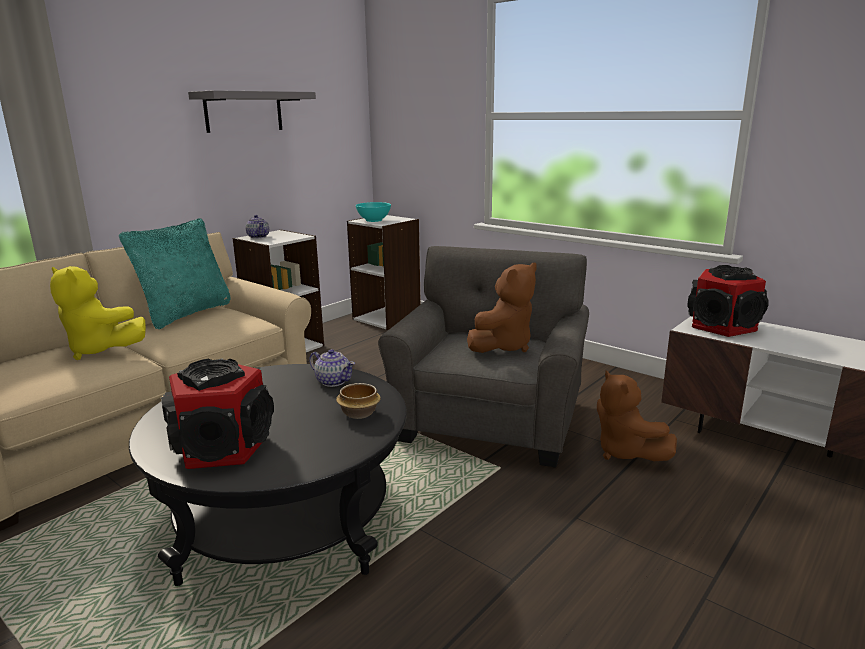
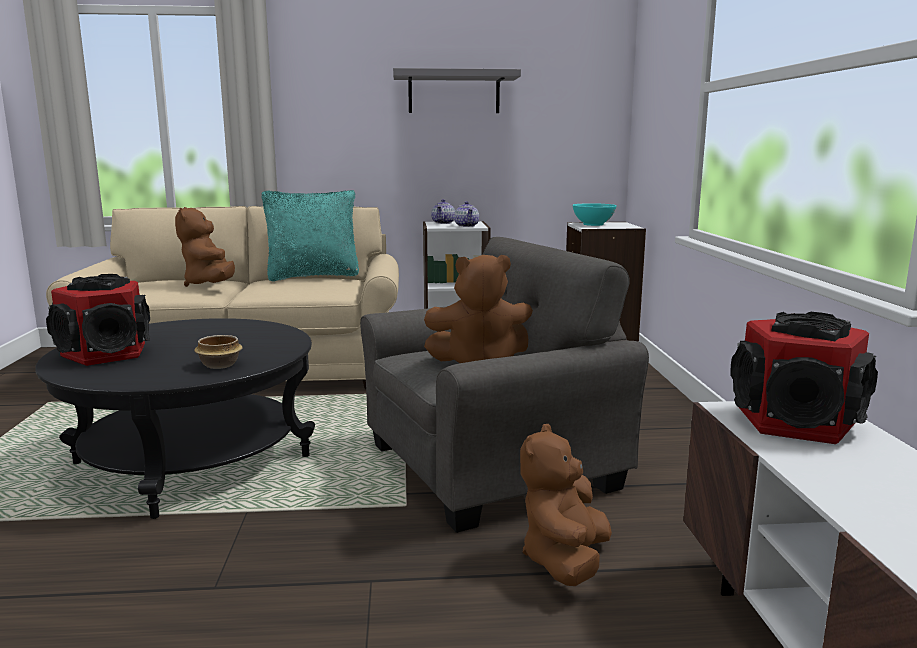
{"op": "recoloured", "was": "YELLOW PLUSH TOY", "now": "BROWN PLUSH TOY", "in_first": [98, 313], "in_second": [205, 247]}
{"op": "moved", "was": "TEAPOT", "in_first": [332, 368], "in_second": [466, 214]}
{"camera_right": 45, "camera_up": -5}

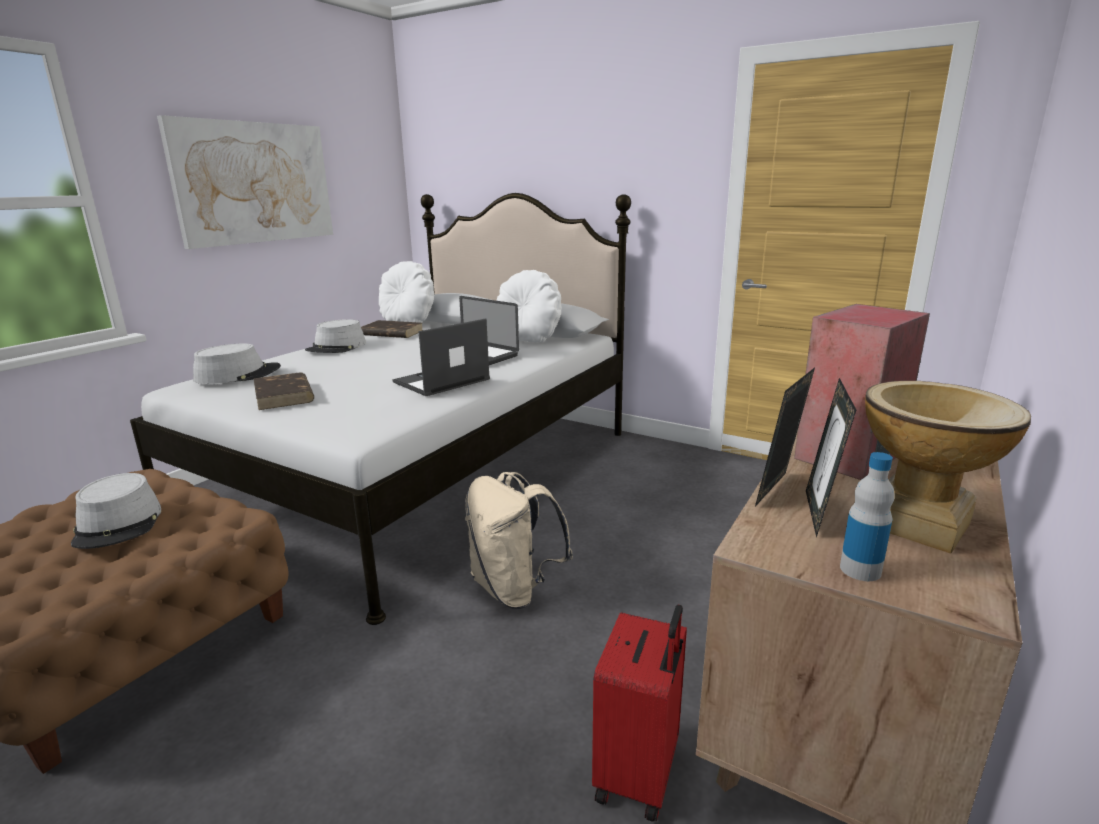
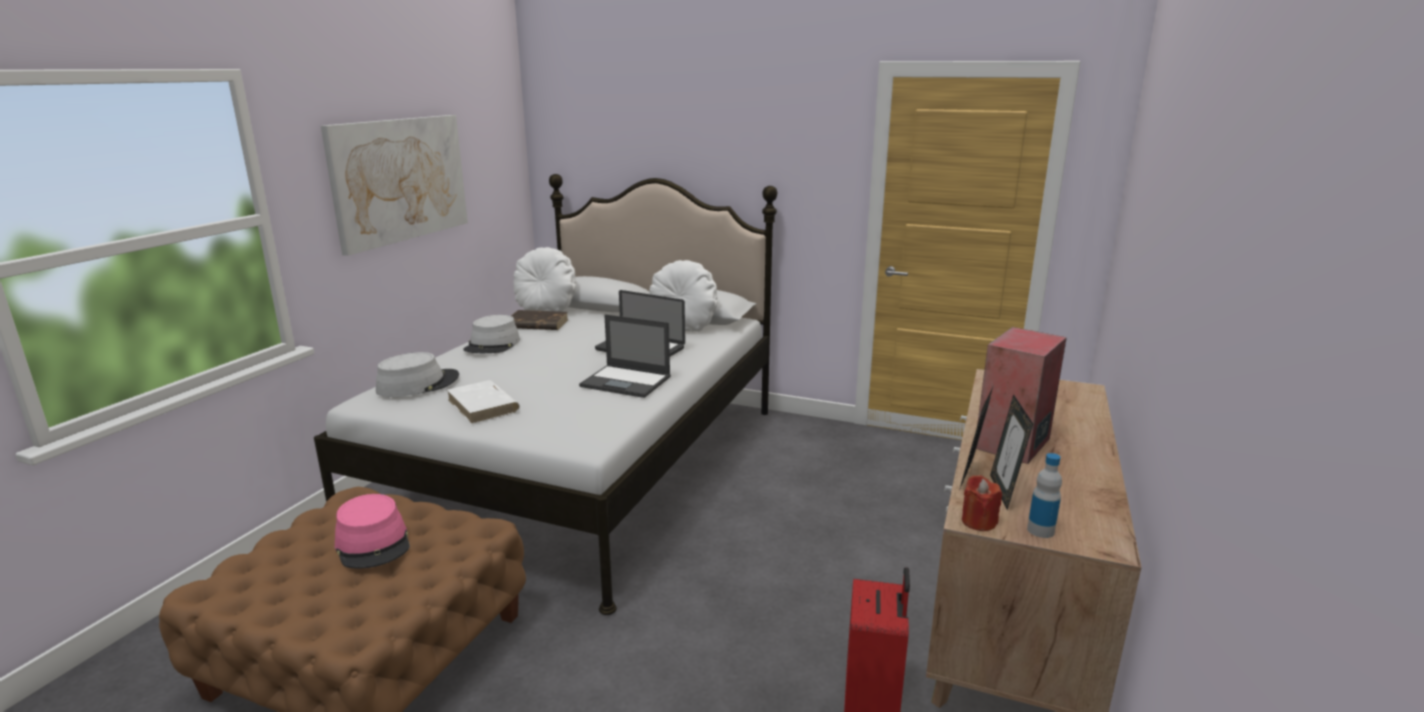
{"op": "recoloured", "was": "GREY HAT", "now": "PINK HAT", "in_first": [116, 511], "in_second": [372, 531]}
{"op": "recoloured", "was": "BROWN BOOK", "now": "WHITE BOOK", "in_first": [284, 391], "in_second": [483, 402]}
{"op": "turned", "was": "LAPTOP", "in_first": [441, 357], "in_second": [625, 356], "clockwise": -105}
{"op": "removed", "was": "BEIGE BACKPACK", "in_first": [519, 540]}
{"op": "removed", "was": "VASE", "in_first": [948, 467]}
{"op": "added", "now": "RED CANDLE", "in_second": [982, 503]}
{"camera_right": -10, "camera_up": 0}

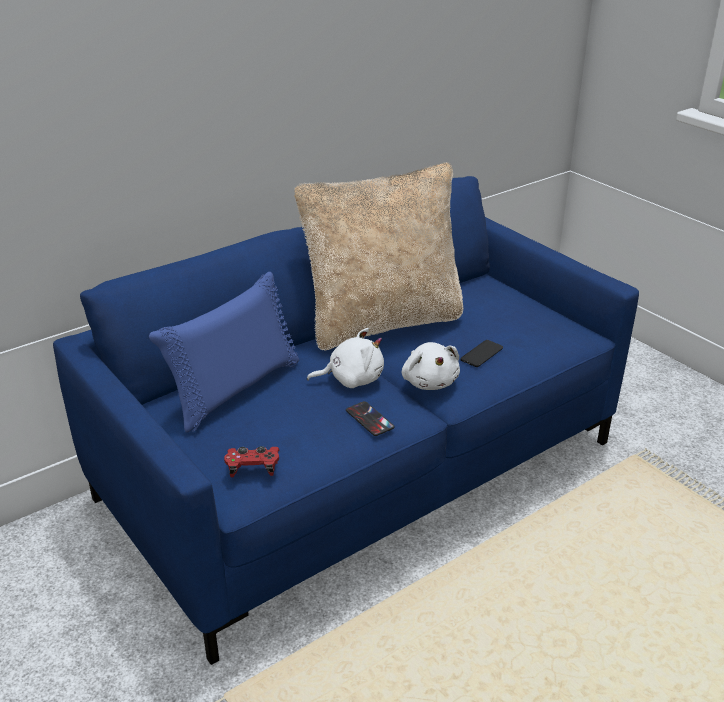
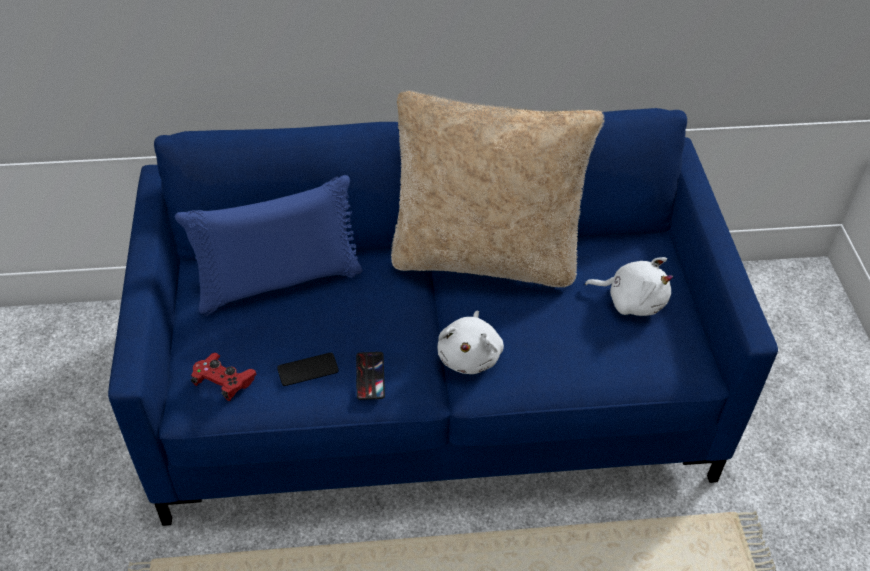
{"op": "moved", "was": "WHITE PLUSH TOY", "in_first": [345, 358], "in_second": [629, 286]}
{"op": "moved", "was": "PHONE", "in_first": [482, 353], "in_second": [308, 369]}
{"camera_right": 30, "camera_up": 15}

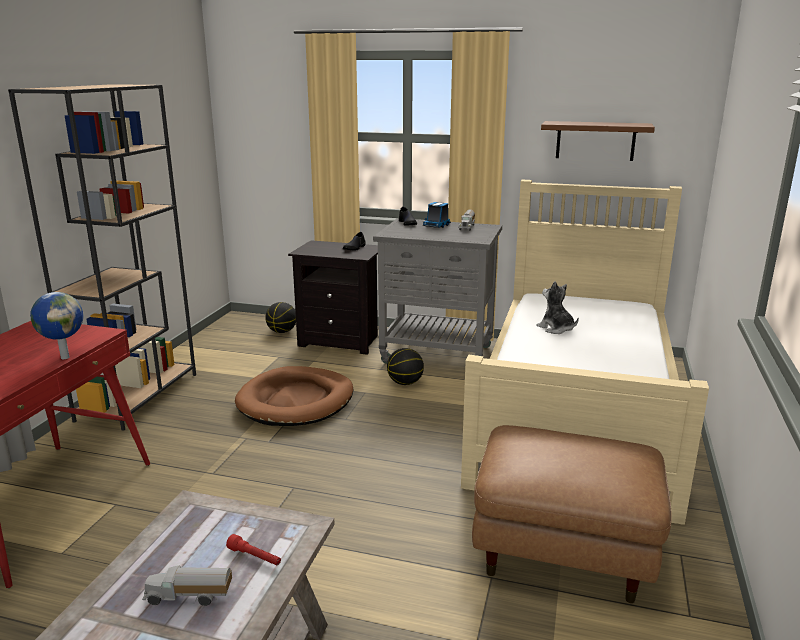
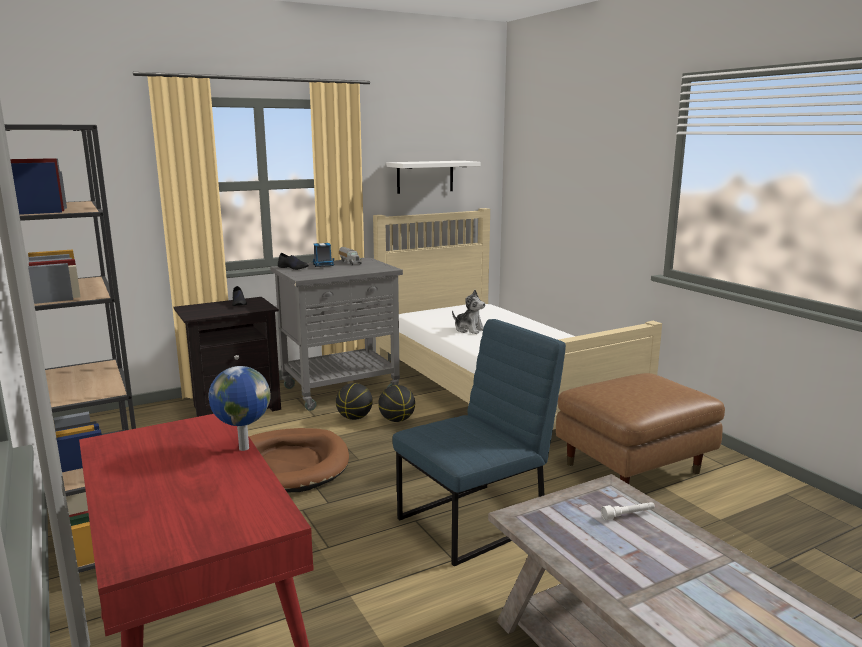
{"op": "removed", "was": "TOY TRUCK", "in_first": [187, 585]}
{"op": "recoloured", "was": "RED FLASHLIGHT", "now": "WHITE FLASHLIGHT", "in_first": [253, 550], "in_second": [628, 511]}
{"op": "moved", "was": "BASKETBALL", "in_first": [280, 317], "in_second": [396, 403]}
{"op": "turned", "was": "PLUSH TOY", "in_first": [557, 307], "in_second": [468, 312], "clockwise": -150}
{"op": "recoloured", "was": "BROWN SHELF", "now": "WHITE SHELF", "in_first": [598, 141], "in_second": [433, 177]}
{"op": "added", "now": "BLUE CHAIR", "in_second": [479, 443]}
{"camera_right": -45, "camera_up": -5}

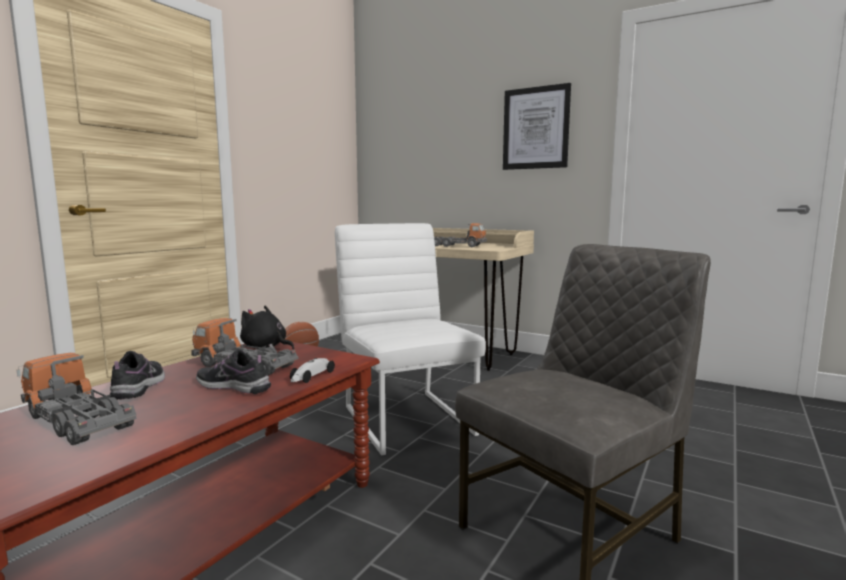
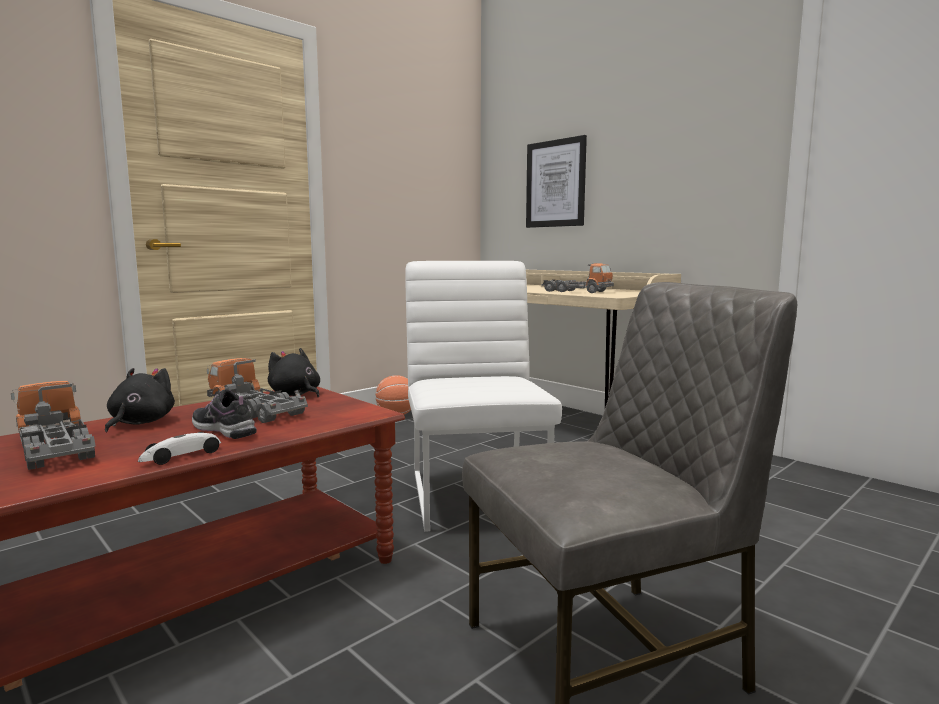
{"op": "replaced", "was": "SHOE", "now": "BLACK PLUSH TOY", "in_first": [137, 375], "in_second": [140, 400]}
{"op": "moved", "was": "TOY CAR", "in_first": [312, 370], "in_second": [179, 448]}
{"op": "moved", "was": "PICTURE", "in_first": [537, 126], "in_second": [556, 181]}
{"camera_right": 15, "camera_up": 0}

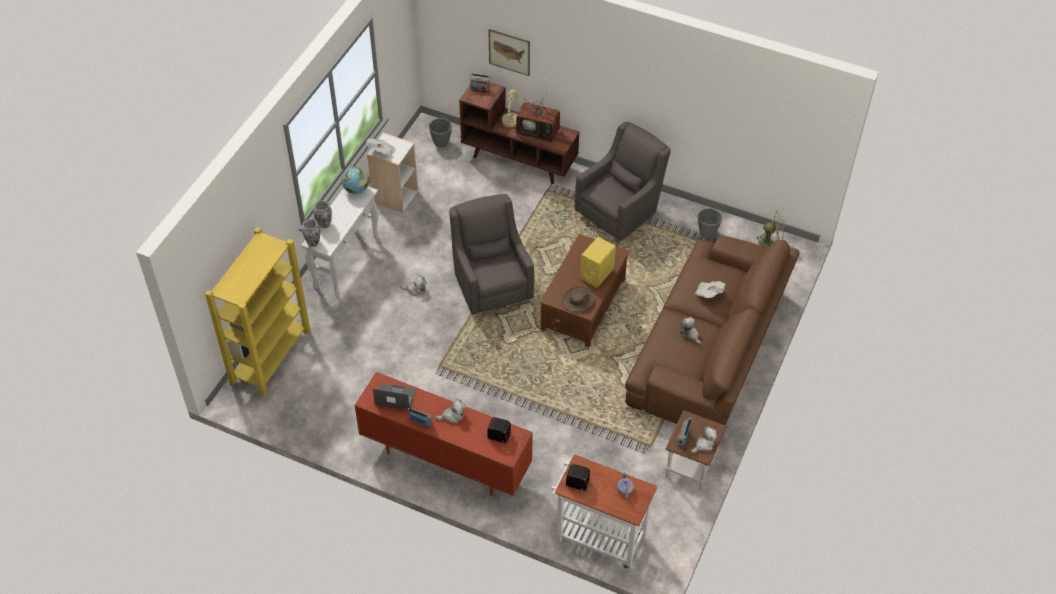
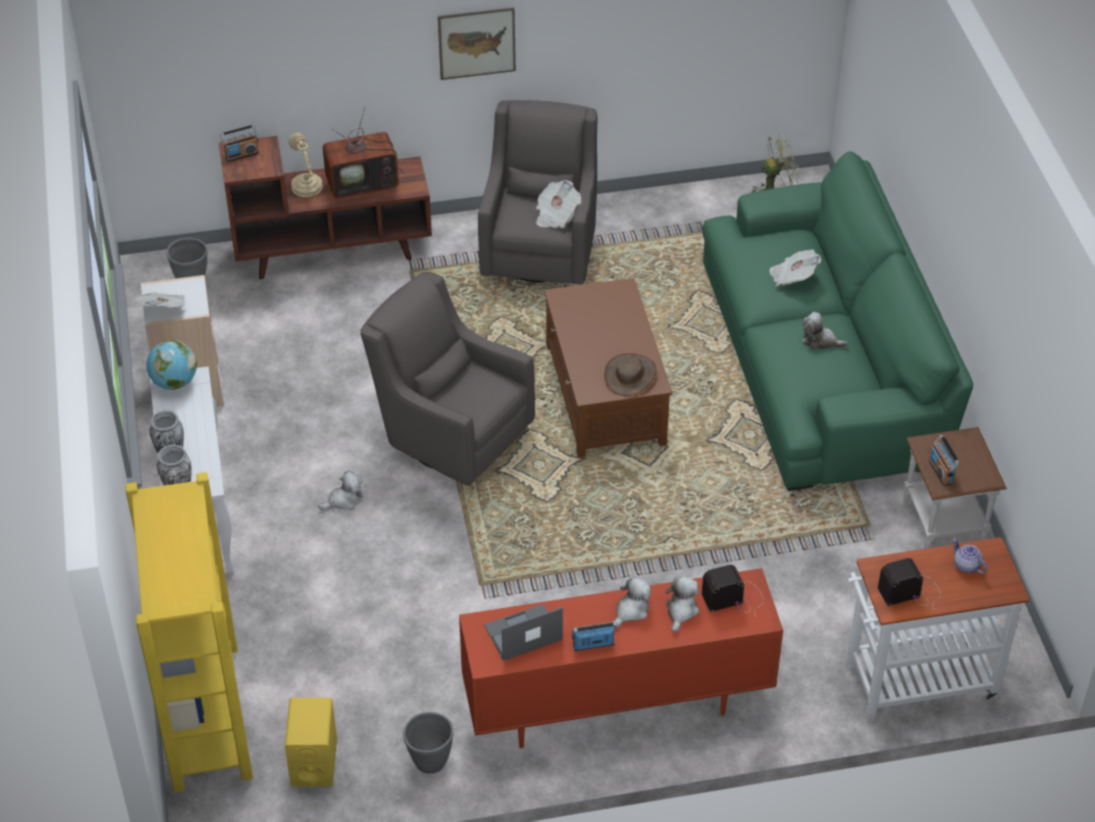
{"op": "moved", "was": "PICTURE", "in_first": [509, 52], "in_second": [477, 43]}
{"op": "moved", "was": "YELLOW SPEAKER", "in_first": [598, 262], "in_second": [311, 743]}
{"op": "recoloured", "was": "BROWN SOFA", "now": "GREEN SOFA", "in_first": [712, 330], "in_second": [837, 321]}
{"op": "moved", "was": "PLUSH TOY", "in_first": [704, 439], "in_second": [682, 604]}
{"op": "moved", "was": "GREY PLANTER", "in_first": [710, 223], "in_second": [428, 743]}
{"op": "added", "now": "NEWSPAPER", "in_second": [558, 204]}
{"camera_right": -35, "camera_up": -5}

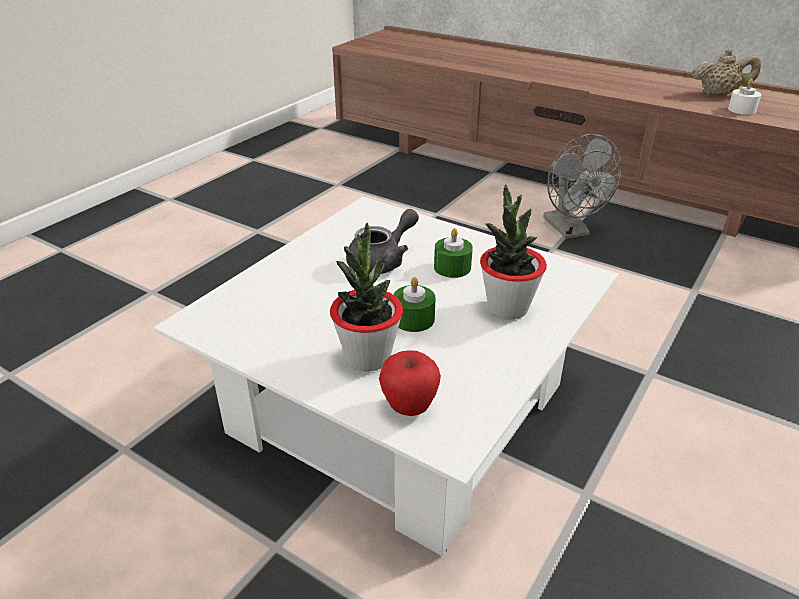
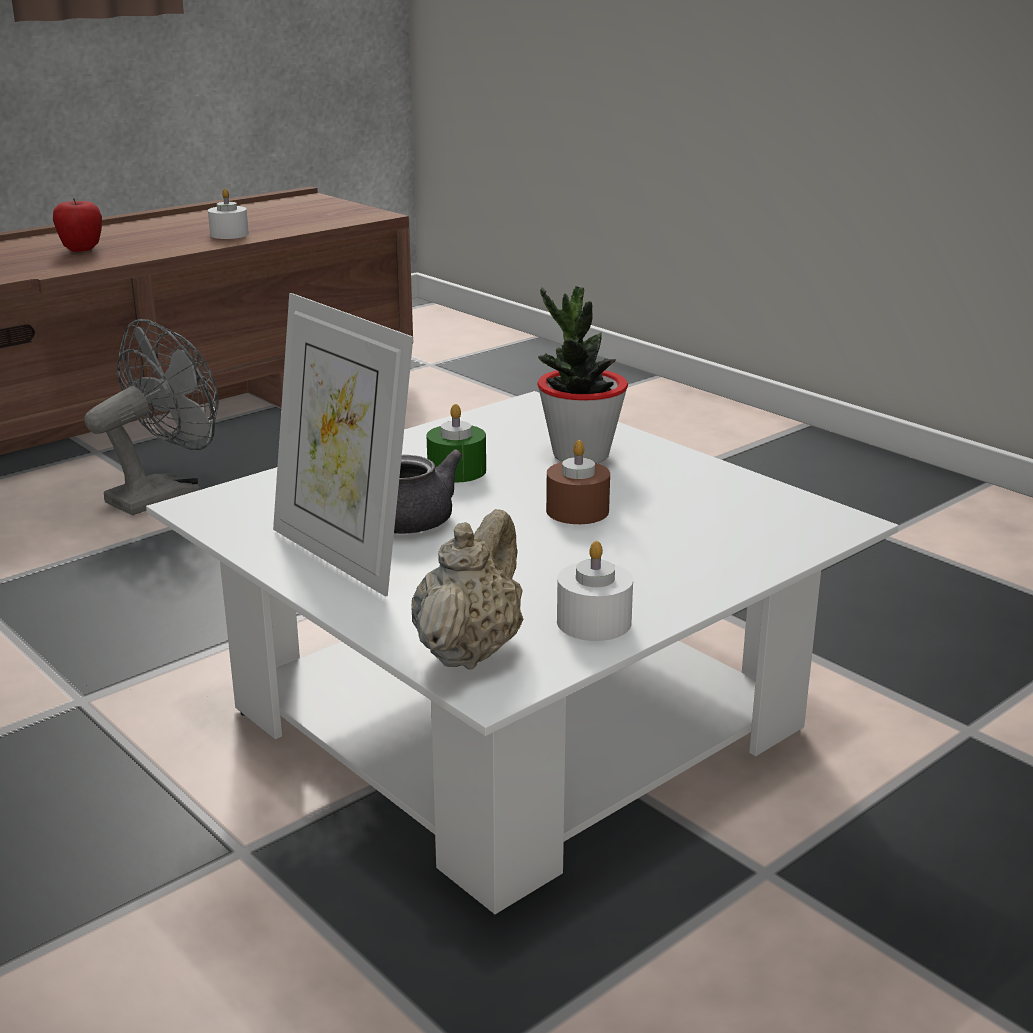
{"op": "removed", "was": "POTTED PLANT", "in_first": [366, 297]}
{"op": "moved", "was": "APPLE", "in_first": [410, 383], "in_second": [77, 225]}
{"op": "recoloured", "was": "GREEN CANDLE", "now": "BROWN CANDLE", "in_first": [414, 304], "in_second": [578, 482]}
{"op": "turned", "was": "GREY FAN", "in_first": [582, 186], "in_second": [151, 417], "clockwise": -45}
{"op": "moved", "was": "BEIGE TEAPOT", "in_first": [726, 72], "in_second": [467, 589]}
{"op": "added", "now": "PICTURE FRAME", "in_second": [343, 445]}
{"op": "added", "now": "WHITE CANDLE", "in_second": [595, 591]}
{"camera_right": -75, "camera_up": -10}

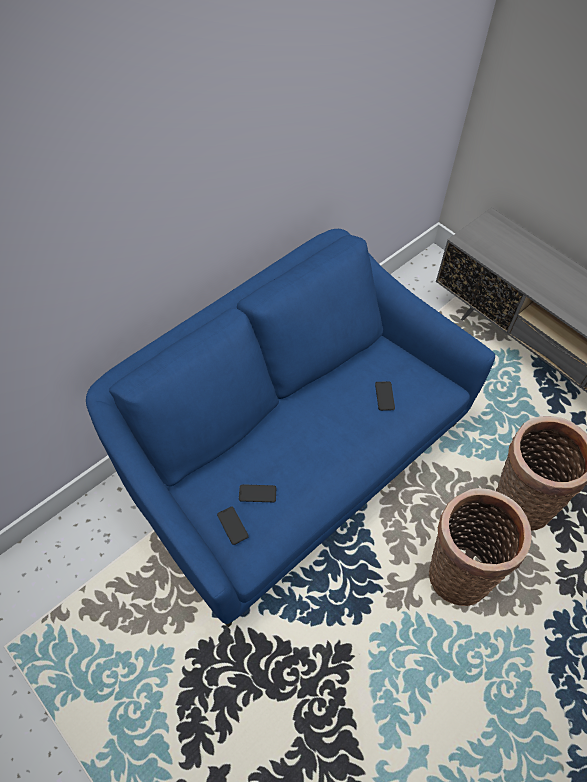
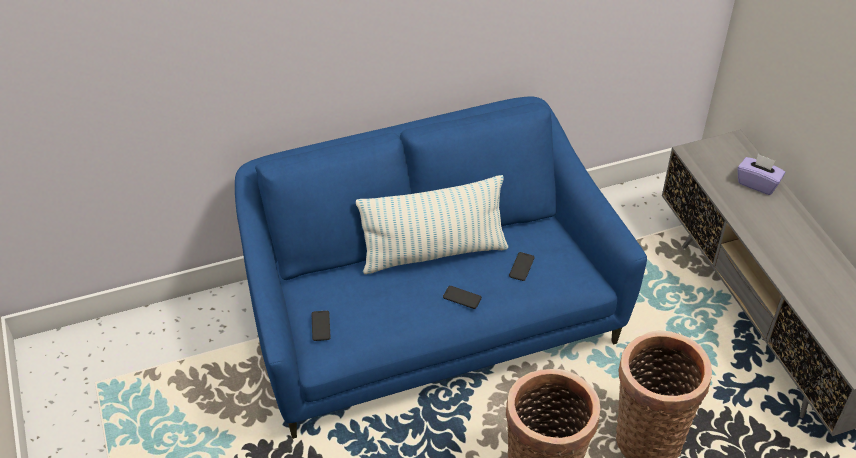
{"op": "moved", "was": "PHONE", "in_first": [257, 493], "in_second": [462, 297]}
{"op": "added", "now": "PILLOW", "in_second": [432, 224]}
{"op": "added", "now": "PURPLE TISSUE BOX", "in_second": [761, 174]}
{"camera_right": 25, "camera_up": -10}

